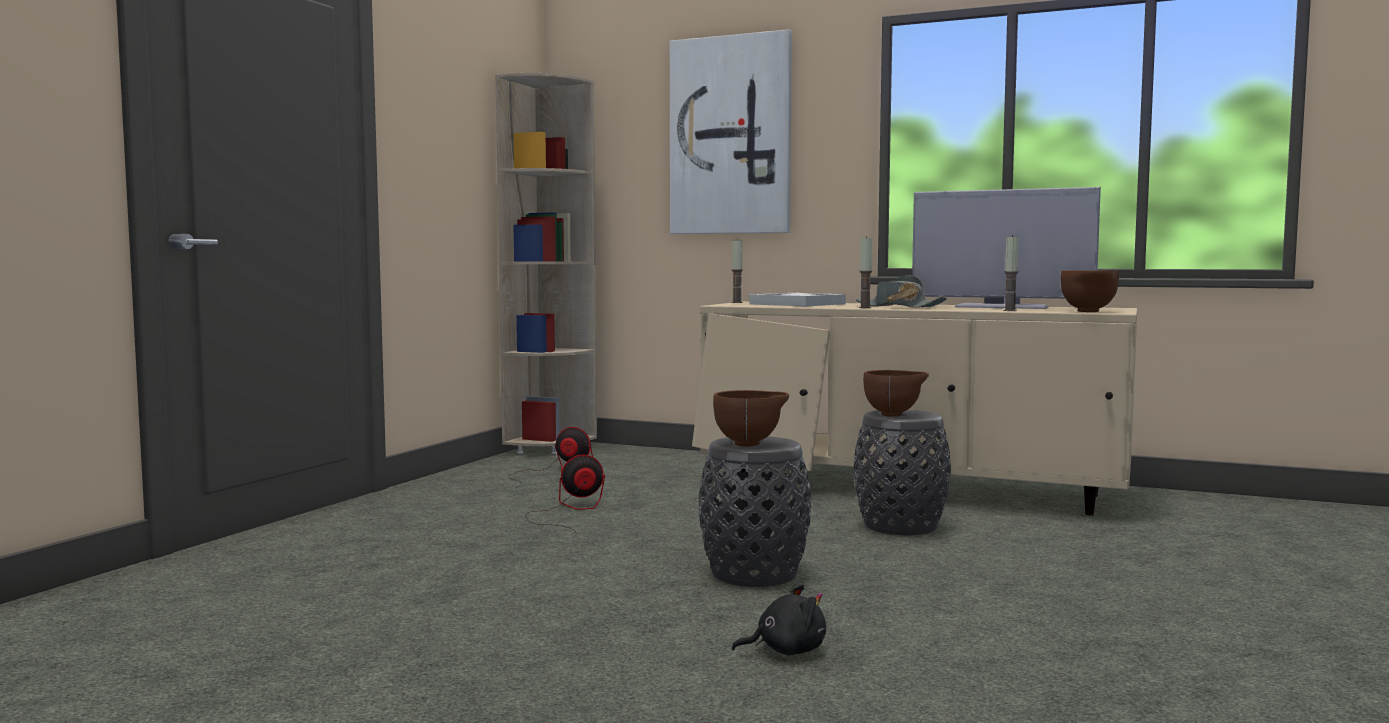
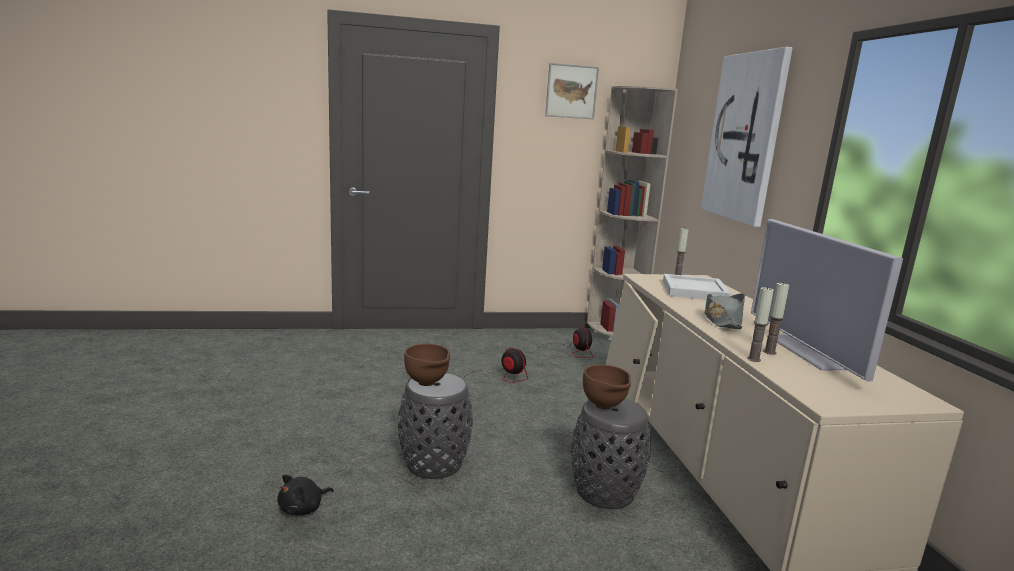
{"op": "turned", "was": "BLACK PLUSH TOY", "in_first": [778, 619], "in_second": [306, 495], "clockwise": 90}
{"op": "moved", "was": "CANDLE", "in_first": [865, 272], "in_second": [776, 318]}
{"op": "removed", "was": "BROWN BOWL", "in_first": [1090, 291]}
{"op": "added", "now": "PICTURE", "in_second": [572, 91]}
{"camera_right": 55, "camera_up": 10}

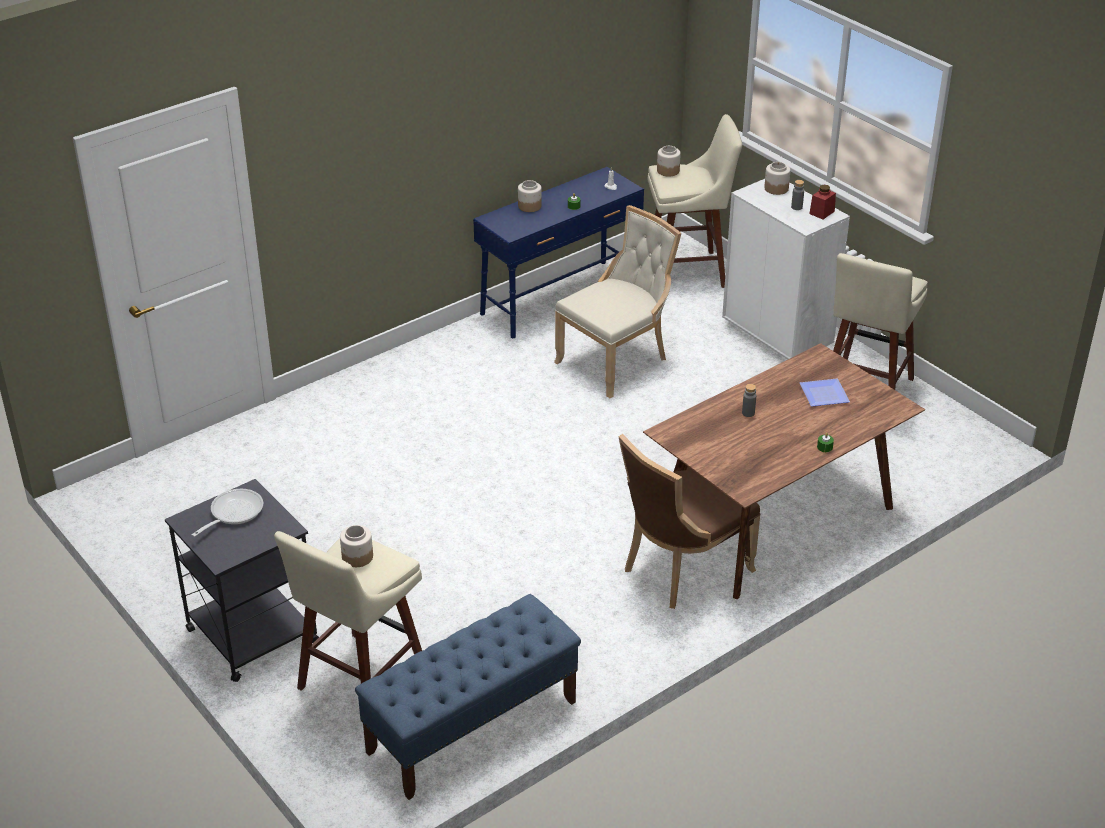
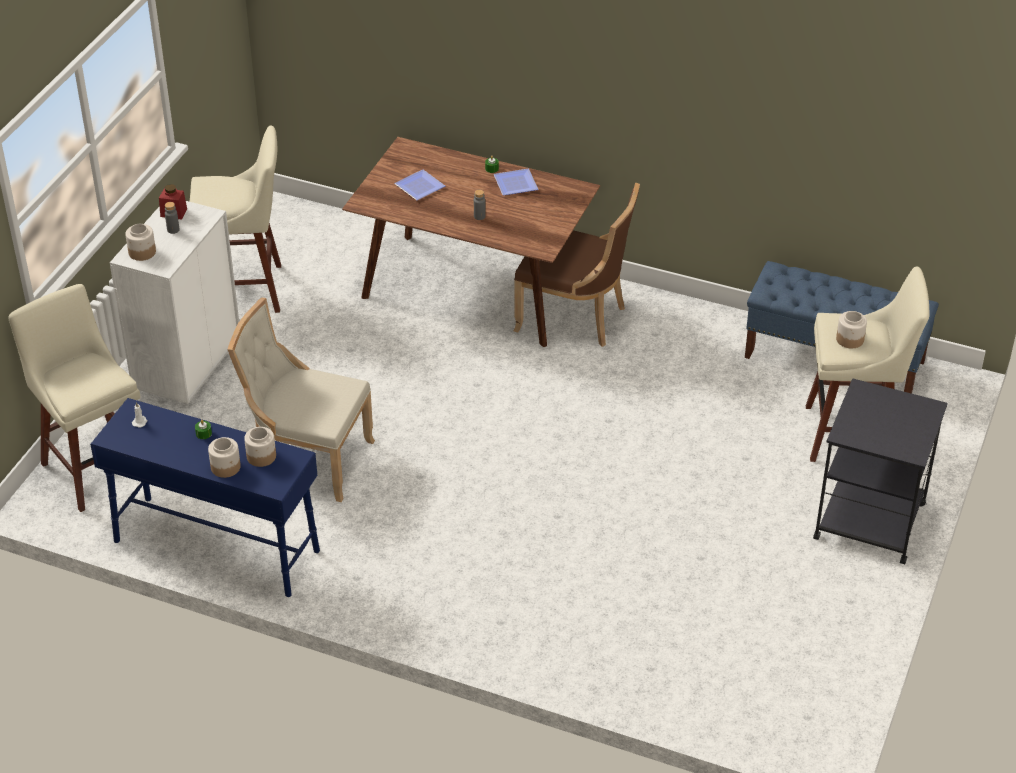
{"op": "removed", "was": "FRYING PAN", "in_first": [227, 513]}
{"op": "moved", "was": "JAR", "in_first": [669, 161], "in_second": [260, 447]}
{"op": "added", "now": "PLATE", "in_second": [516, 182]}
{"camera_right": -120, "camera_up": 5}

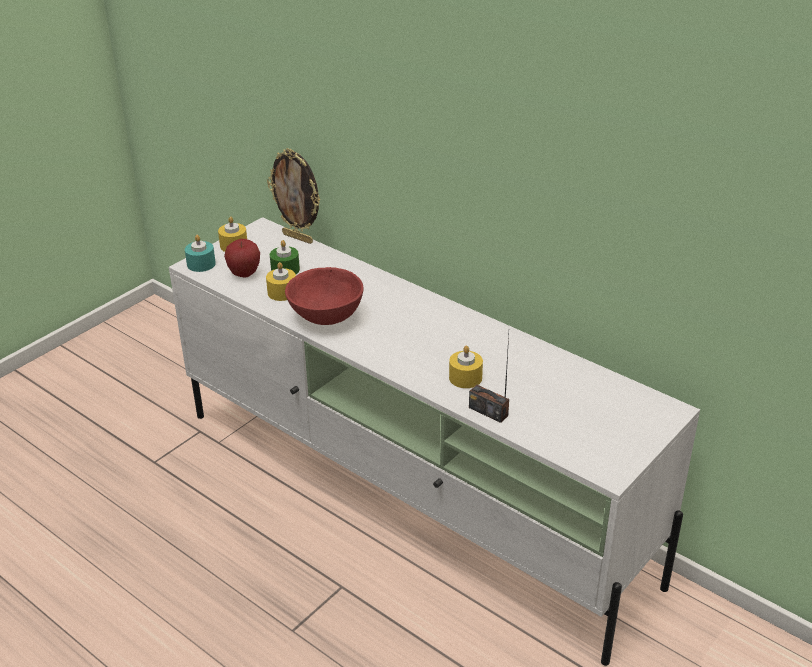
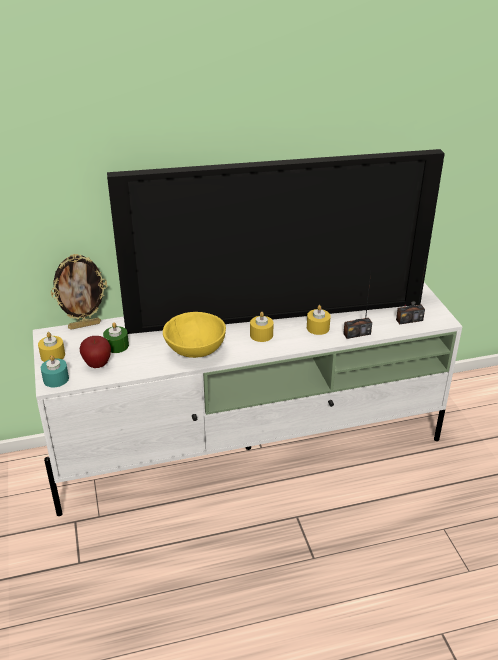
{"op": "moved", "was": "YELLOW CANDLE", "in_first": [281, 281], "in_second": [262, 327]}
{"op": "recoloured", "was": "RED BOWL", "now": "YELLOW BOWL", "in_first": [324, 296], "in_second": [194, 335]}
{"op": "added", "now": "TELEVISION", "in_second": [276, 241]}
{"op": "added", "now": "RADIO", "in_second": [411, 292]}
{"camera_right": -55, "camera_up": 0}

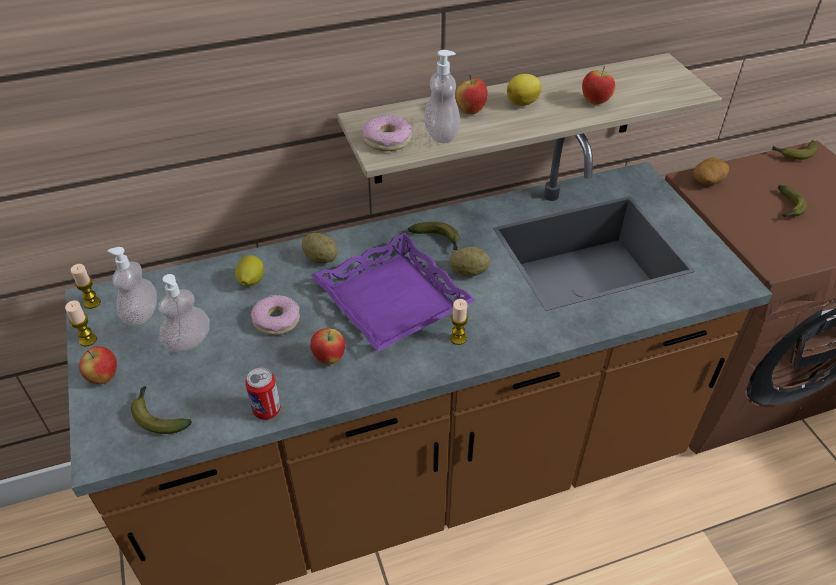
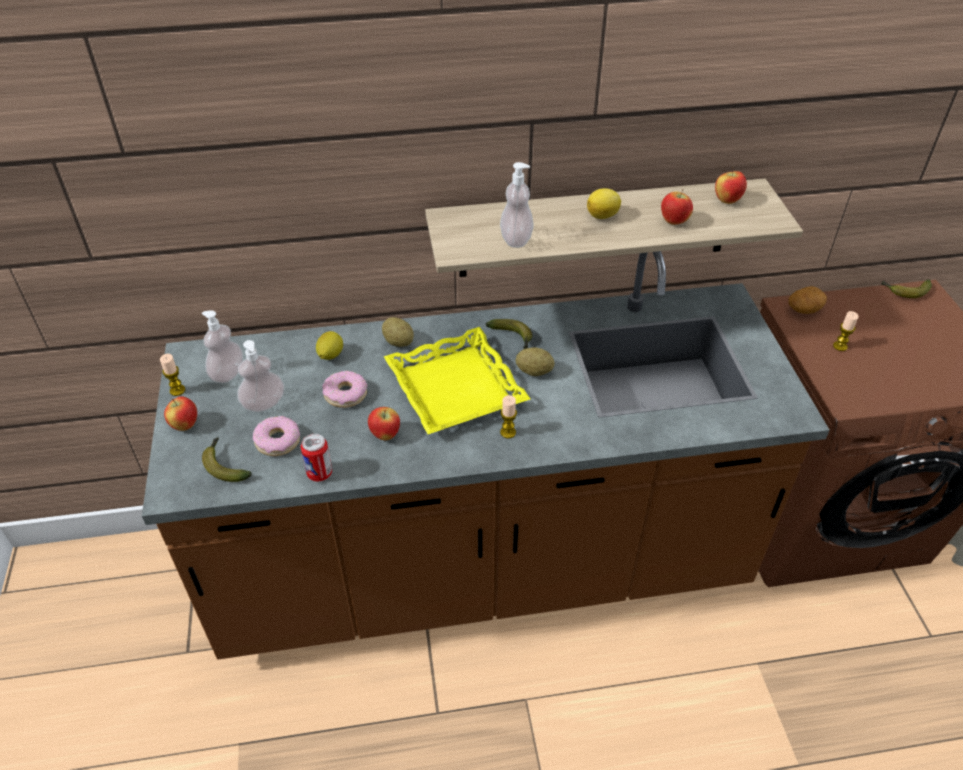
{"op": "moved", "was": "CANDLE", "in_first": [86, 286], "in_second": [846, 331]}
{"op": "recoloured", "was": "PURPLE TRAY", "now": "YELLOW TRAY", "in_first": [393, 292], "in_second": [457, 380]}
{"op": "moved", "was": "DONUT", "in_first": [387, 133], "in_second": [276, 436]}
{"op": "moved", "was": "APPLE", "in_first": [471, 94], "in_second": [731, 185]}
{"op": "removed", "was": "BANANA", "in_first": [792, 201]}
{"camera_right": 10, "camera_up": 0}

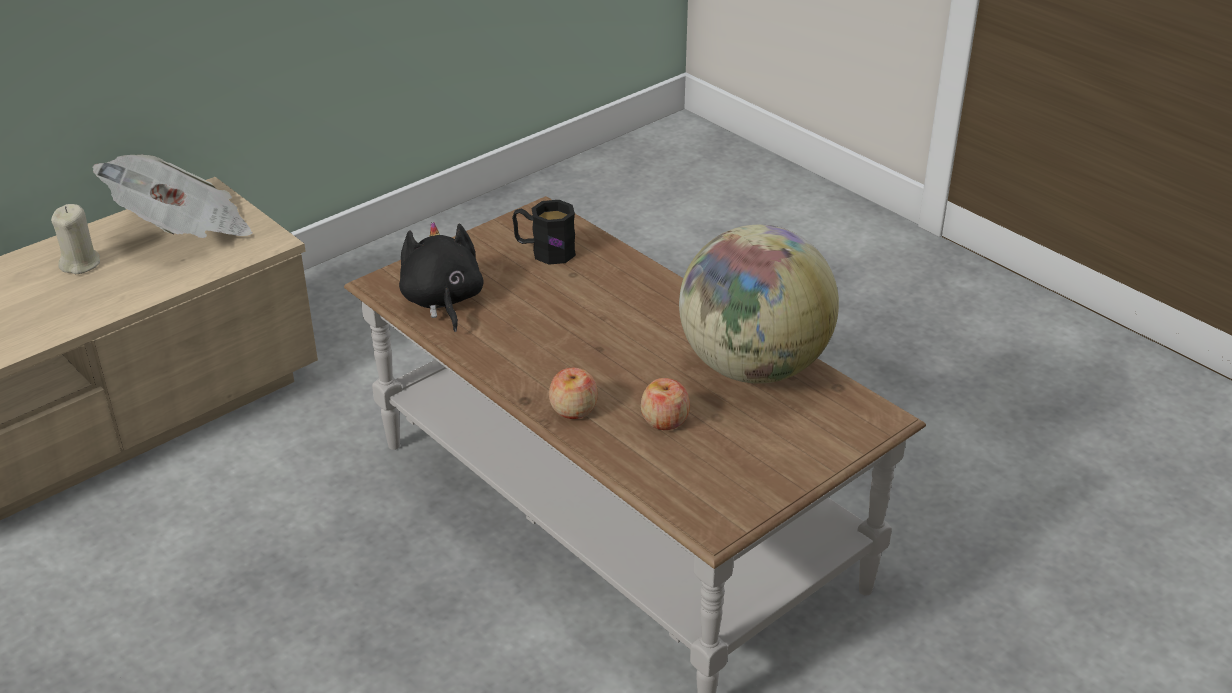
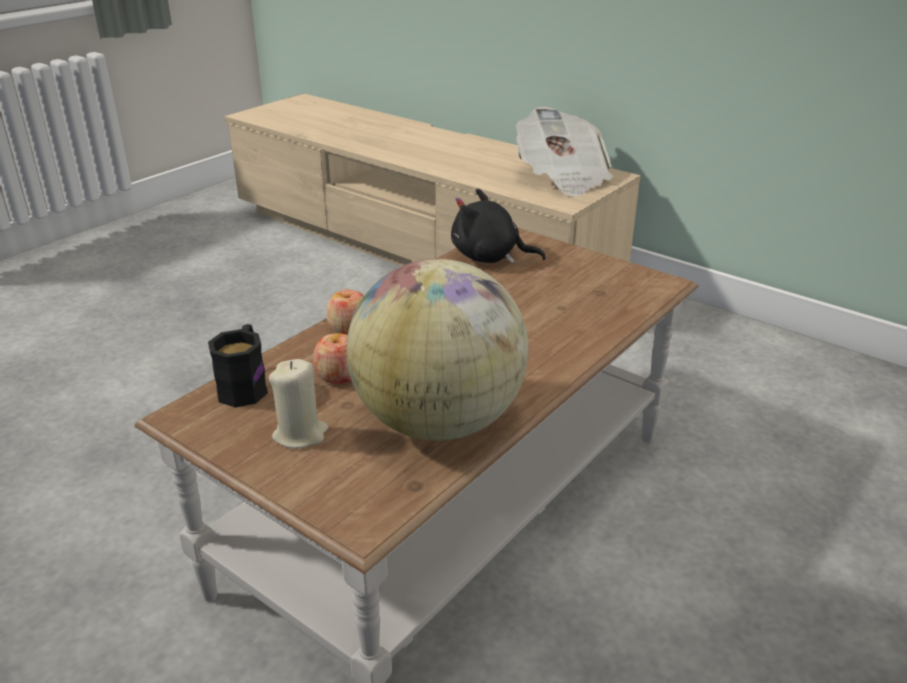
{"op": "moved", "was": "BEIGE CANDLE", "in_first": [75, 239], "in_second": [298, 404]}
{"op": "turned", "was": "BLACK PLUSH TOY", "in_first": [441, 277], "in_second": [498, 226], "clockwise": -135}
{"op": "moved", "was": "BLACK MUG", "in_first": [544, 232], "in_second": [238, 365]}
{"camera_right": 80, "camera_up": -5}

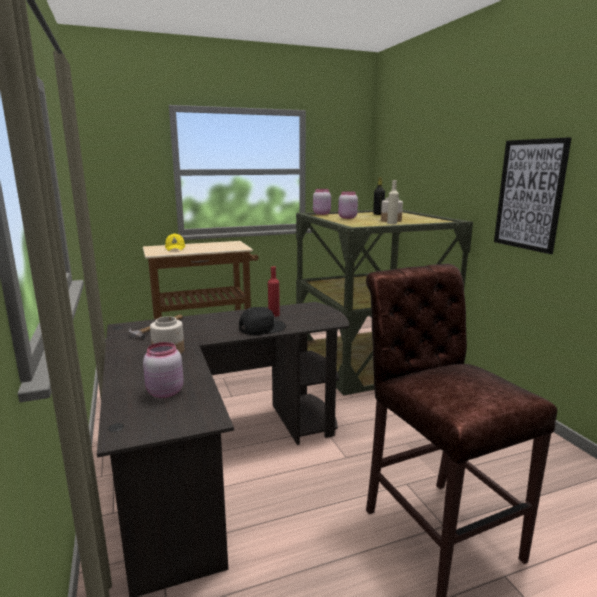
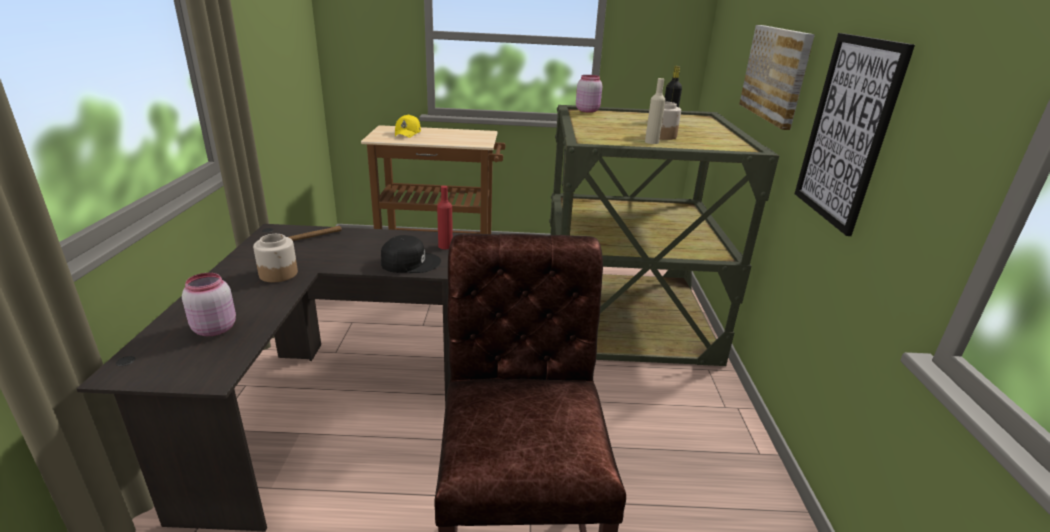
{"op": "removed", "was": "PINK JAR", "in_first": [348, 205]}
{"op": "added", "now": "PICTURE", "in_second": [777, 77]}
{"camera_right": 20, "camera_up": 10}

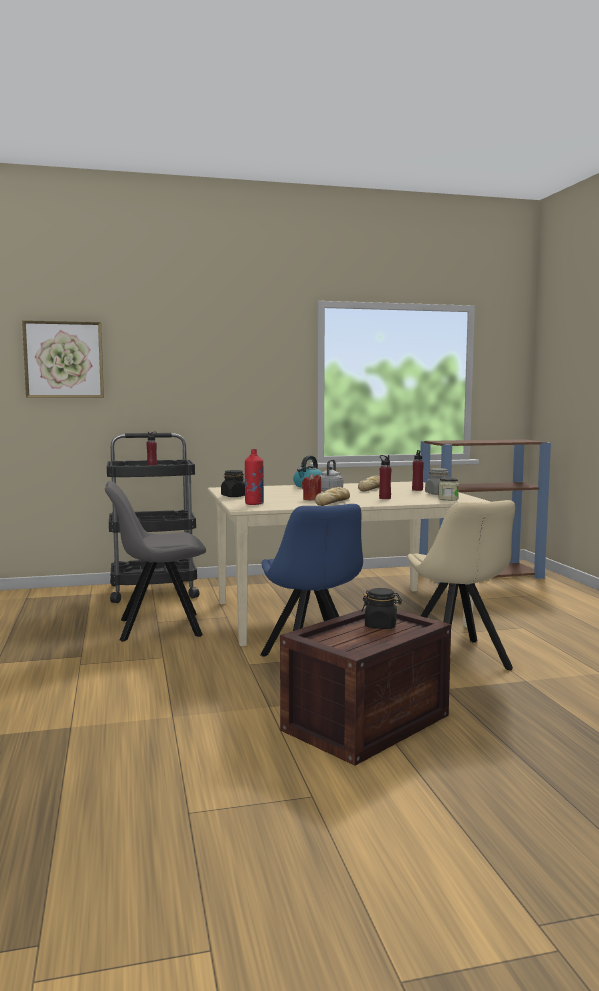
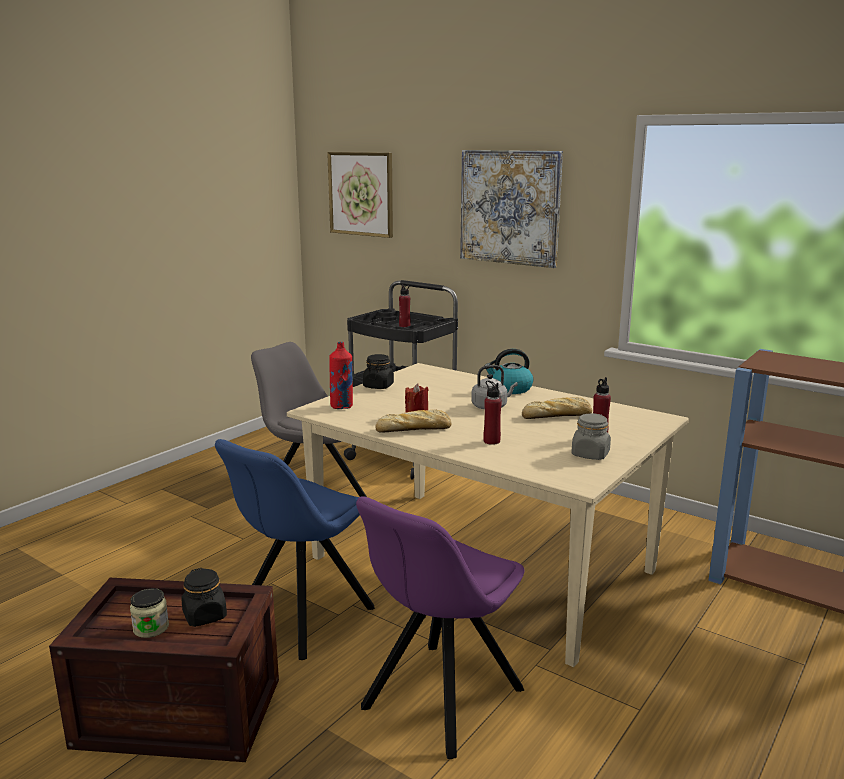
{"op": "recoloured", "was": "BEIGE CHAIR", "now": "PURPLE CHAIR", "in_first": [461, 585], "in_second": [440, 627]}
{"op": "moved", "was": "JAR", "in_first": [448, 489], "in_second": [149, 613]}
{"op": "added", "now": "PICTURE", "in_second": [511, 209]}
{"camera_right": 50, "camera_up": 10}

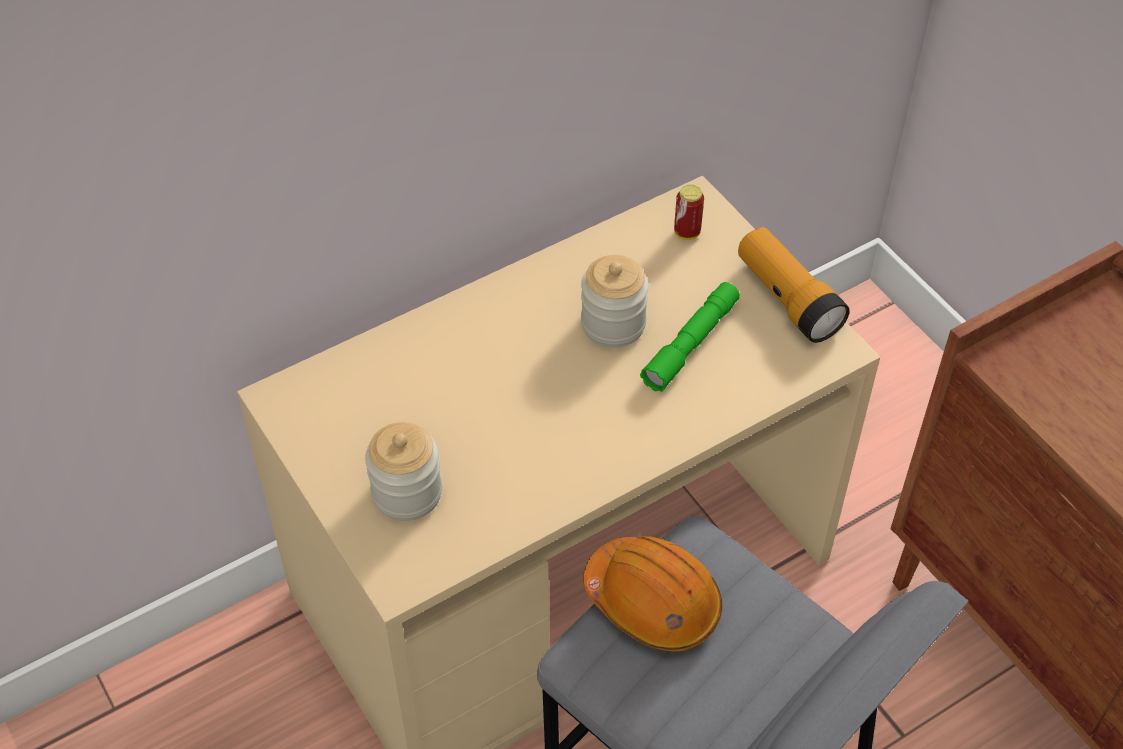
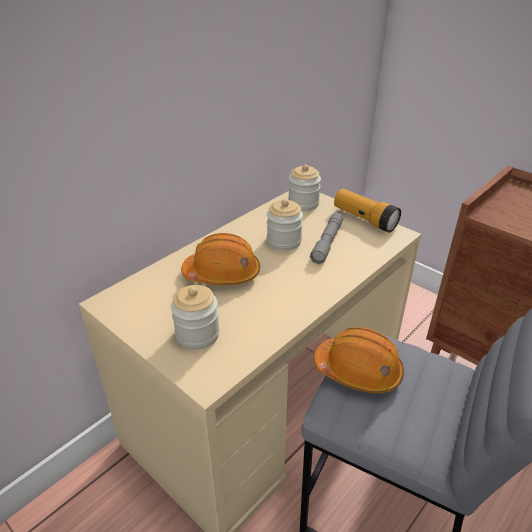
{"op": "recoloured", "was": "GREEN FLASHLIGHT", "now": "GREY FLASHLIGHT", "in_first": [690, 337], "in_second": [326, 238]}
{"op": "replaced", "was": "CAN", "now": "JAR", "in_first": [689, 212], "in_second": [304, 187]}
{"op": "added", "now": "ORANGE HARD HAT", "in_second": [220, 259]}
{"camera_right": -15, "camera_up": -15}

